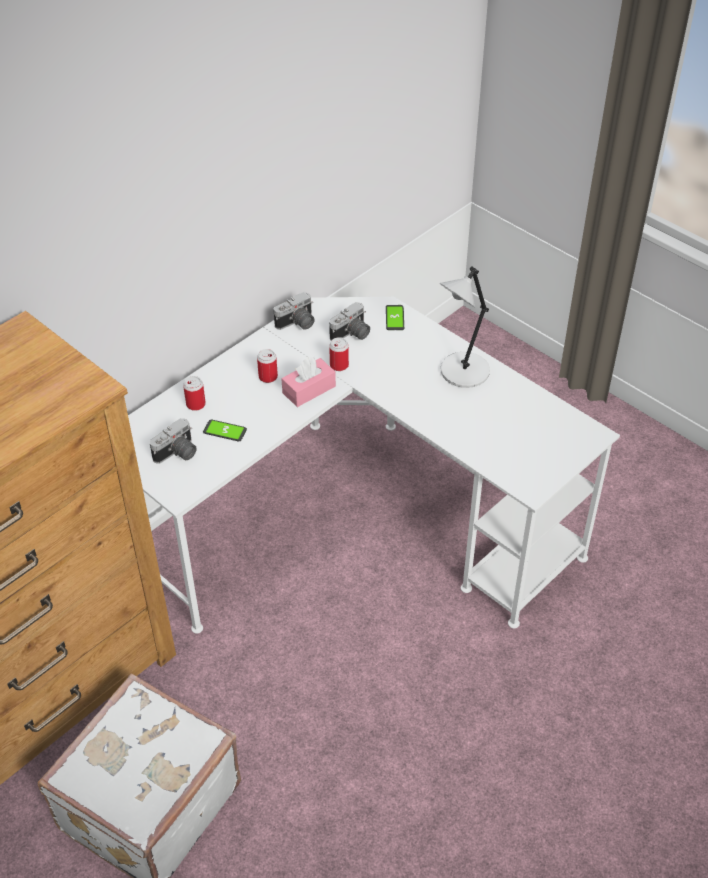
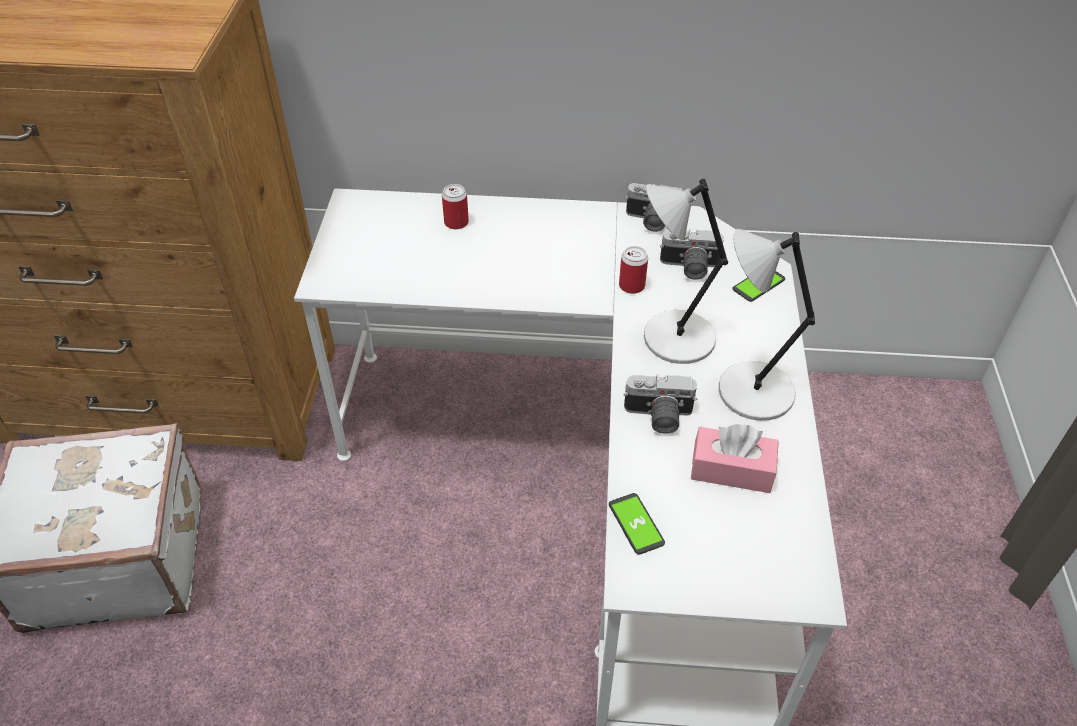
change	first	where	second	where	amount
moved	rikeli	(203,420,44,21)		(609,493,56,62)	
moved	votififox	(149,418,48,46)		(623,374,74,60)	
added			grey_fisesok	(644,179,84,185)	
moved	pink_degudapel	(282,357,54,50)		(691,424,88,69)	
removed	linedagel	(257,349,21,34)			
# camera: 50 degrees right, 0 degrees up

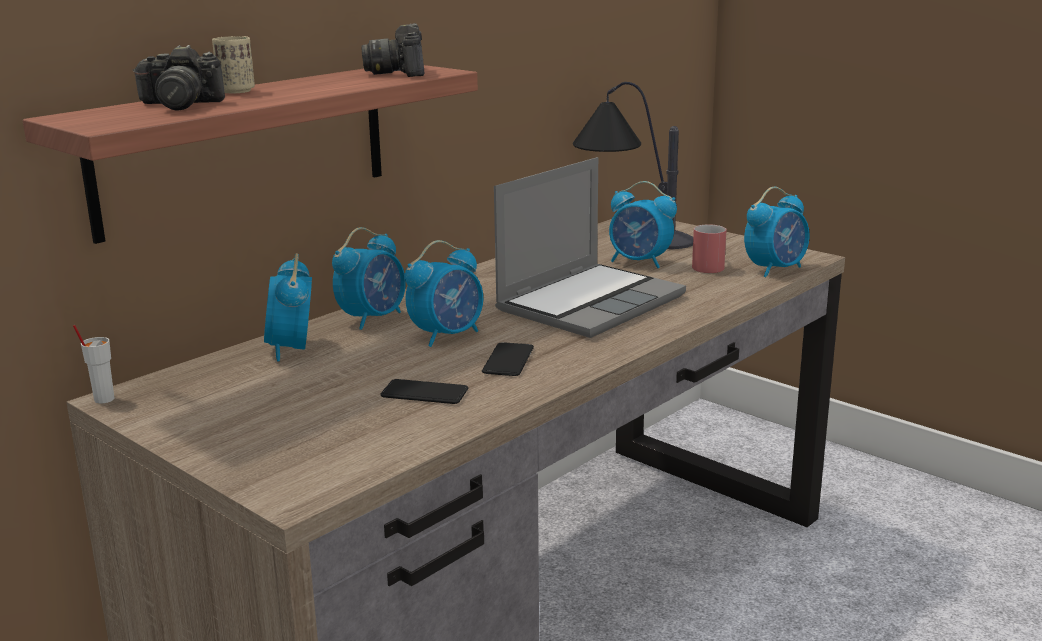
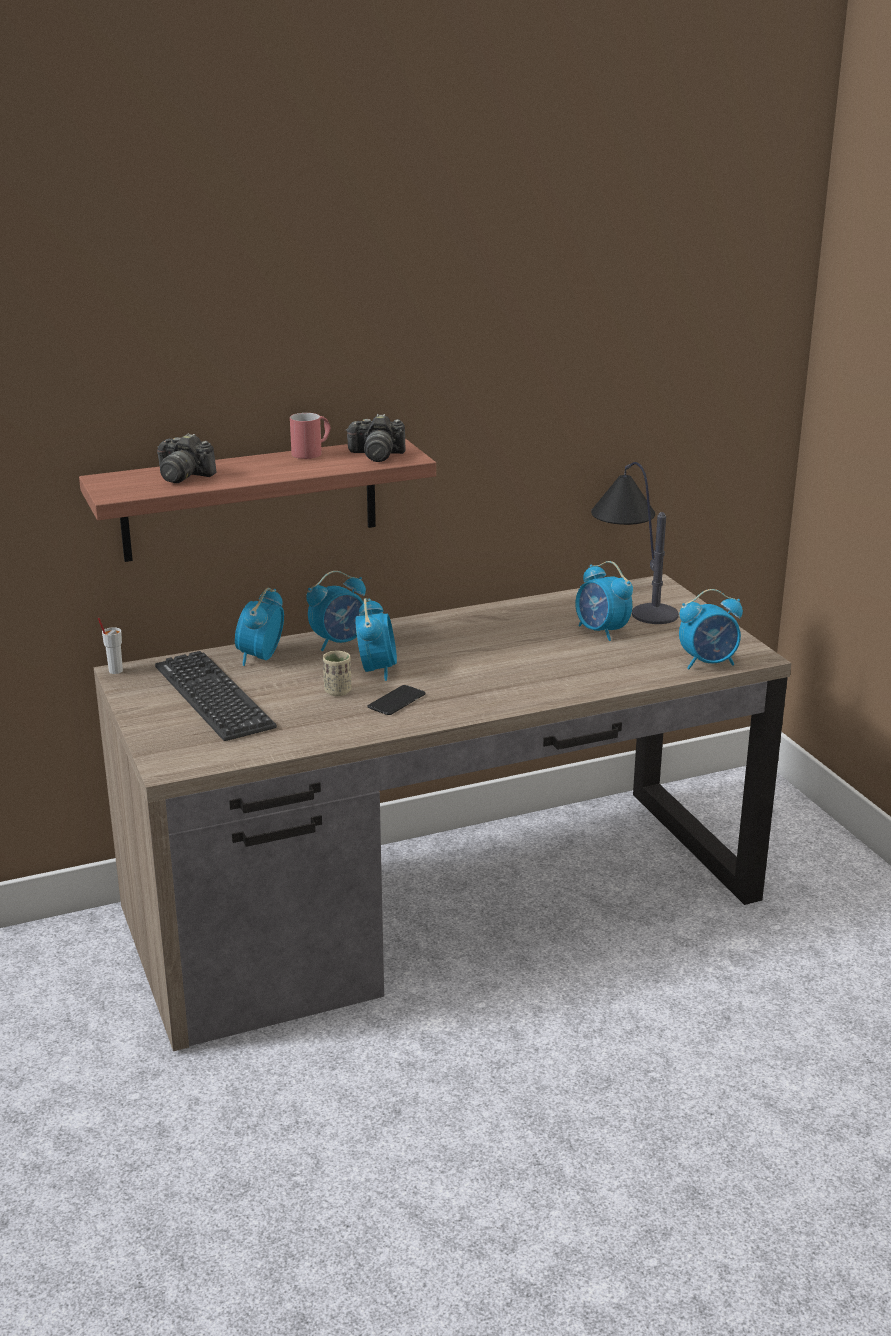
change	first	where	second	where	amount
added			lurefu	(155,651,122,90)	
moved	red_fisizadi	(692,224,35,49)		(290,413,41,46)	
moved	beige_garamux	(212,36,43,58)		(323,651,28,45)	
turned	votififox	(361,23,63,54)		(346,414,60,48)	105 degrees counterclockwise
turned	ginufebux	(405,240,78,107)		(356,598,41,83)	75 degrees counterclockwise
removed	rikeli	(380,379,88,25)			
removed	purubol	(494,157,192,181)			
# camera: 25 degrees right, 5 degrees up

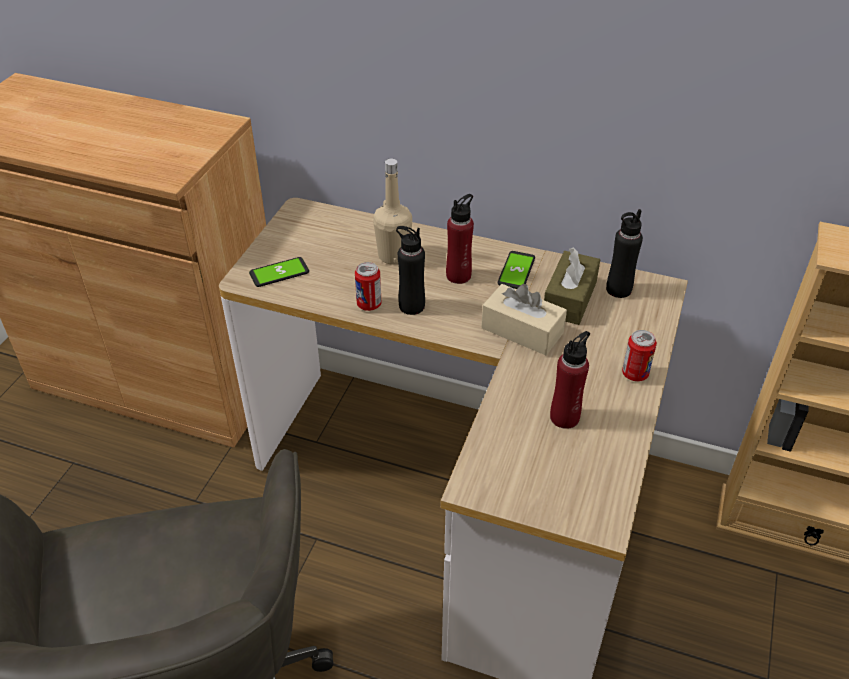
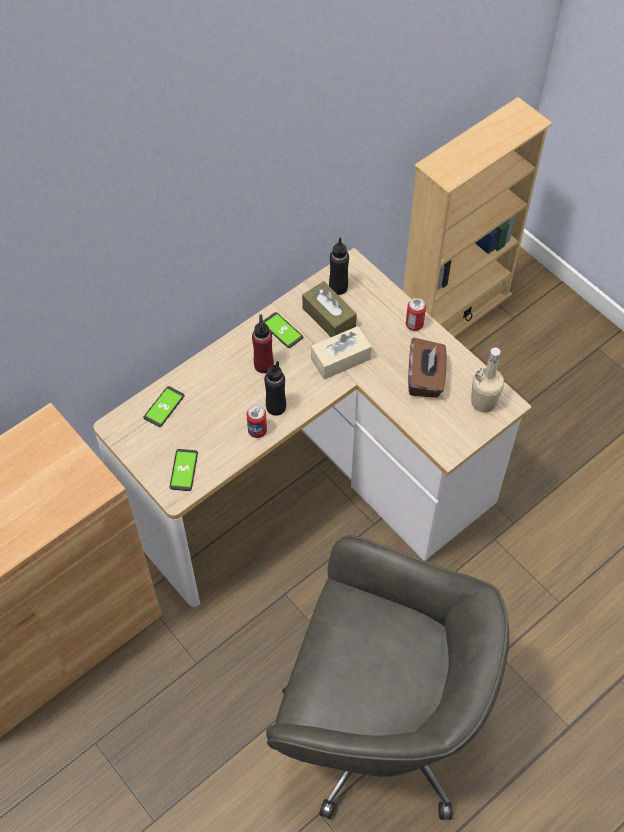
change	first	where	second	where	amount
added			rikeli	(144,386,41,41)	
replaced	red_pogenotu	(550,331,40,98)	brown_degudapel	(408,338,39,60)	
moved	beige_pogenotu	(373,159,39,106)		(471,348,33,64)	
# camera: 60 degrees left, 15 degrees up

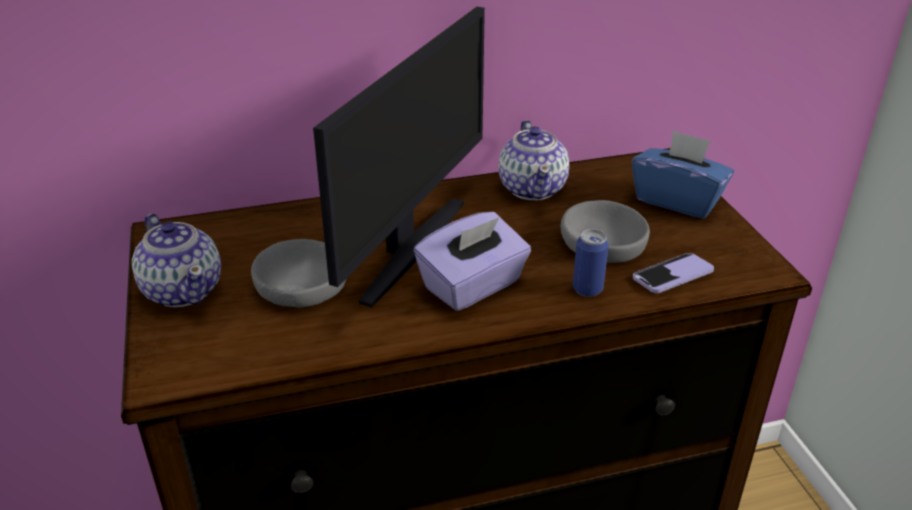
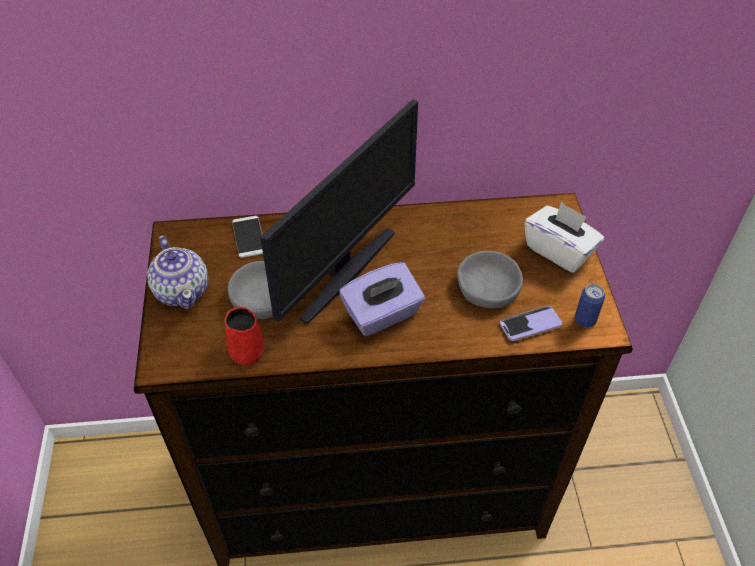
change	first	where	second	where	amount
added			red_fisizadi	(224,307,41,58)	
added			rikeli	(232,216,31,42)	
recoloured	blue_degudapel	(632,130,102,89)	white_degudapel	(524,202,80,71)	
moved	linedagel	(573,229,36,68)		(575,284,30,43)	
removed	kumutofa	(499,120,70,80)			
# camera: 10 degrees right, 15 degrees up

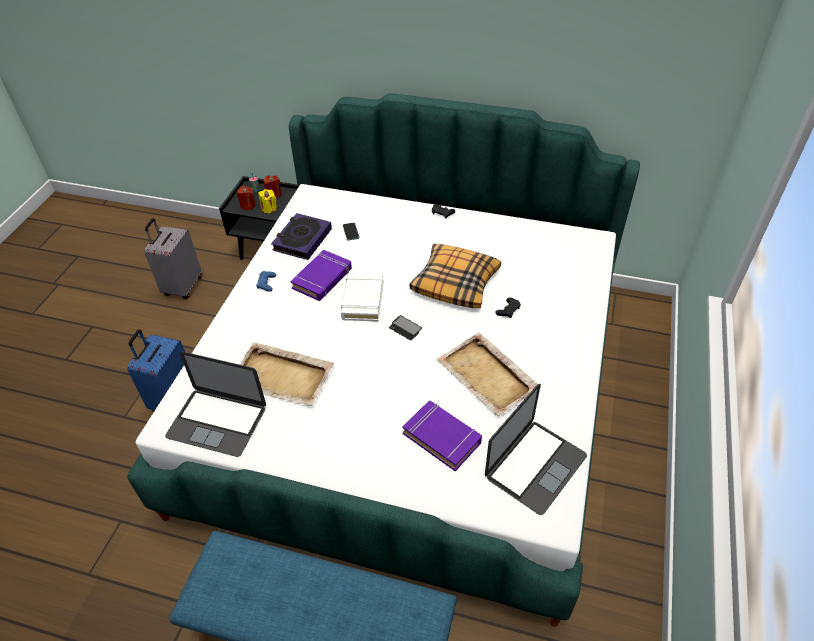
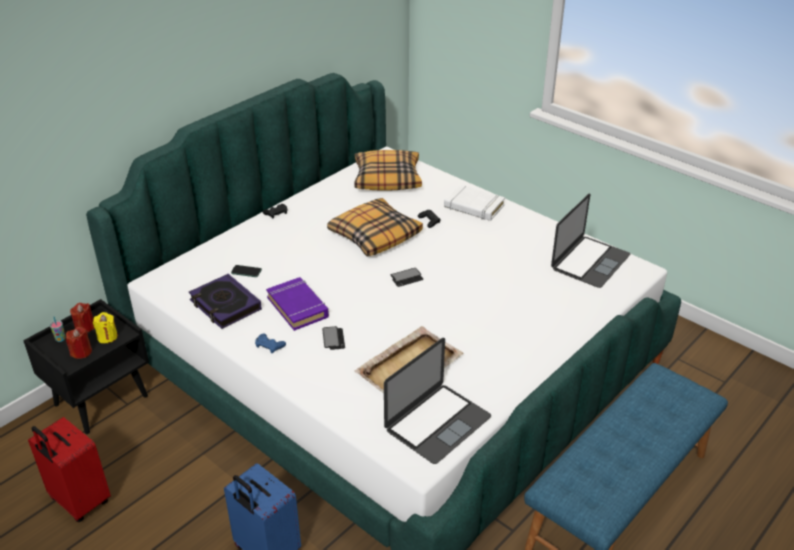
change	first	where	second	where	amount
recoloured	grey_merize	(144,218,58,81)	red_merize	(28,417,83,105)	
added			rikeli	(322,326,23,24)	
added			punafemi	(354,150,68,41)	
moved	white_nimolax	(341,273,42,48)		(444,184,61,37)	
turned	purubol	(485,384,102,131)		(551,194,79,94)	60 degrees clockwise
removed	purple_nimolax	(402,401,80,70)			
removed	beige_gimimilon	(436,332,105,85)			
# camera: 65 degrees left, 10 degrees down

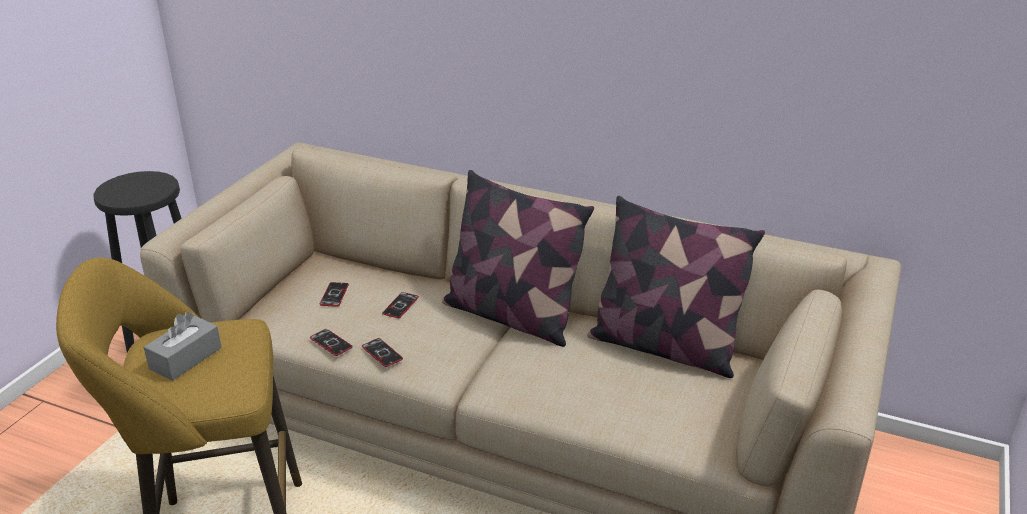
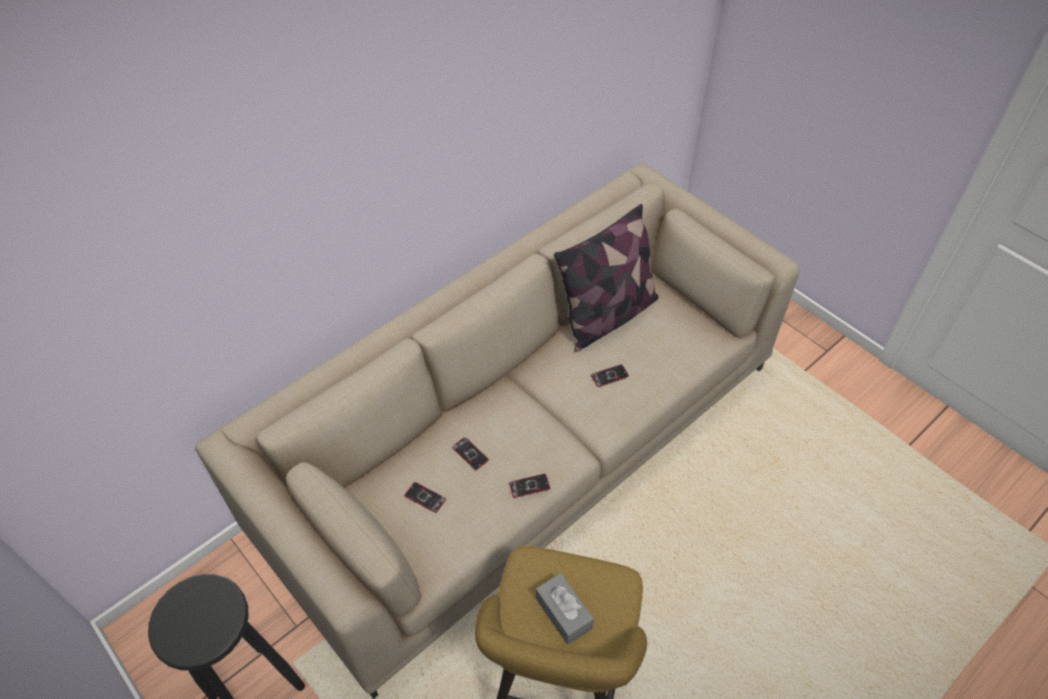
change	first	where	second	where	amount
moved	rikeli	(310,329,43,27)		(591,364,38,23)	
removed	punafemi	(442,170,152,177)			
# camera: 65 degrees left, 20 degrees up

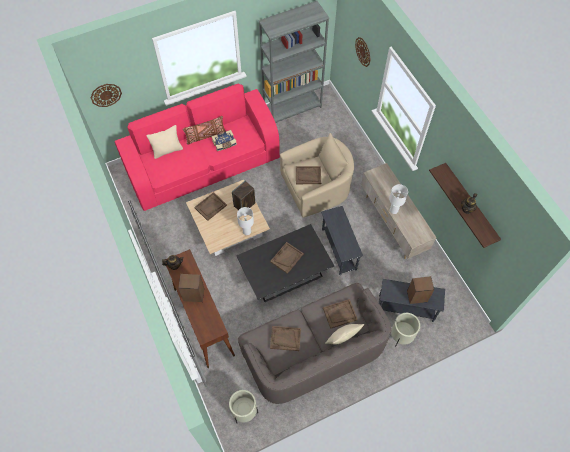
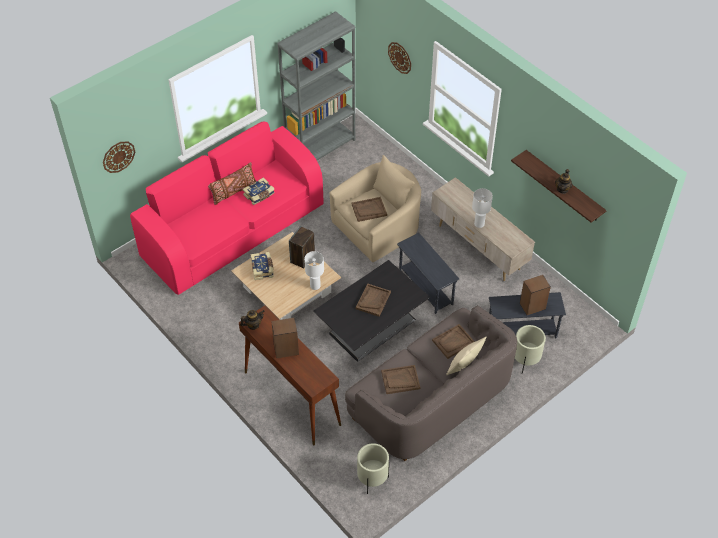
change	first	where	second	where	amount
replaced	brown_gimimilon	(194,192,33,29)	nimolax	(250,252,24,28)	
removed	beige_punafemi	(146,125,37,34)			
# camera: 15 degrees left, 10 degrees down

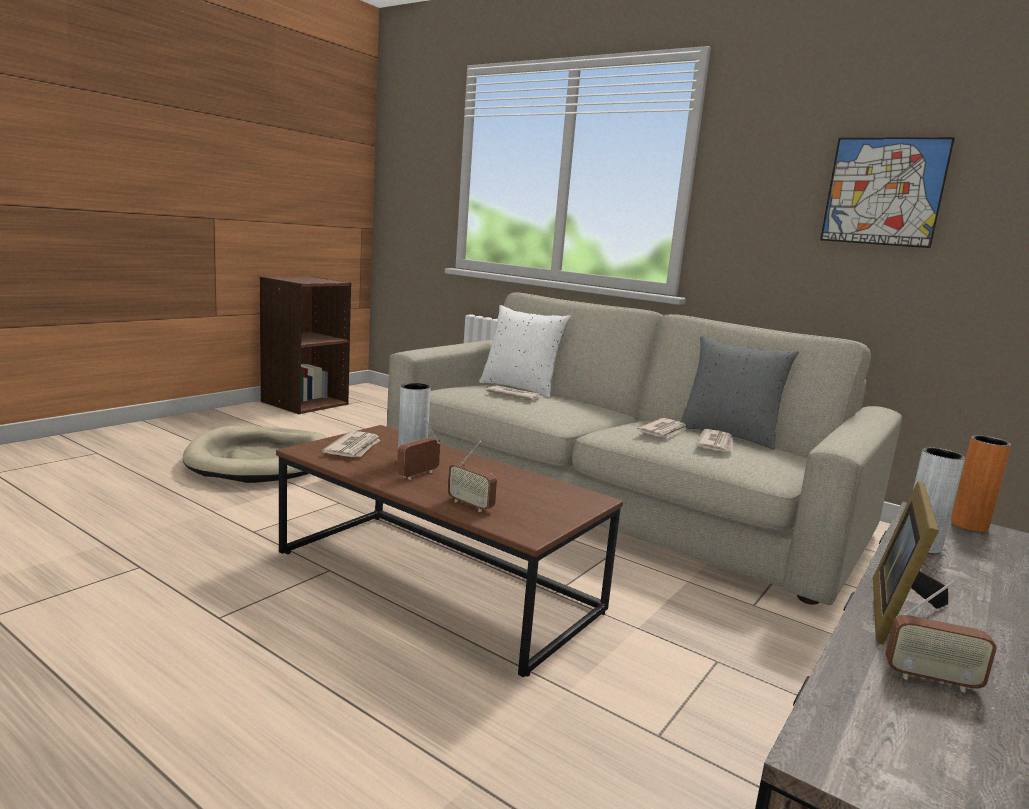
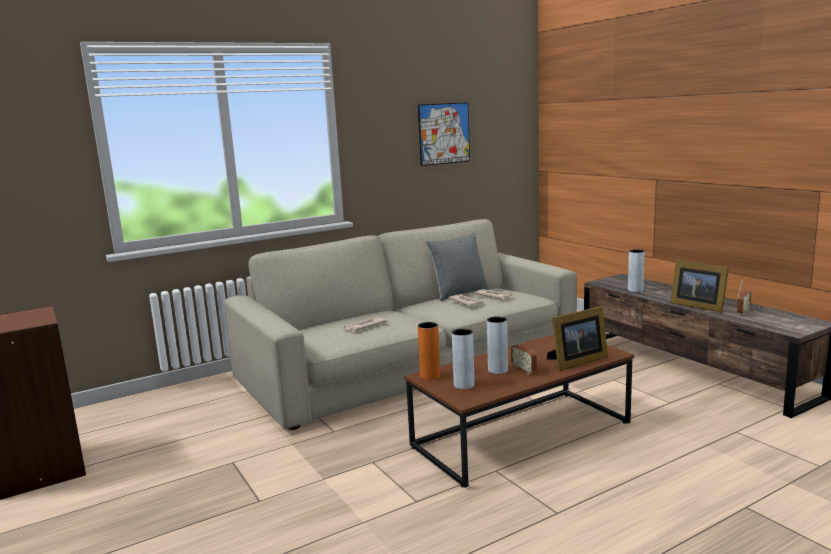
change	first	where	second	where	amount
moved	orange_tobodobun	(951,436,60,96)		(418,322,22,58)	
replaced	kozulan	(322,431,58,26)	grey_tobodobun	(452,329,23,60)	
replaced	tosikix	(447,441,50,71)	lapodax	(547,306,61,65)	
removed	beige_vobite	(183,426,143,57)			
removed	white_punafemi	(479,305,92,92)			
# camera: 65 degrees left, 0 degrees up

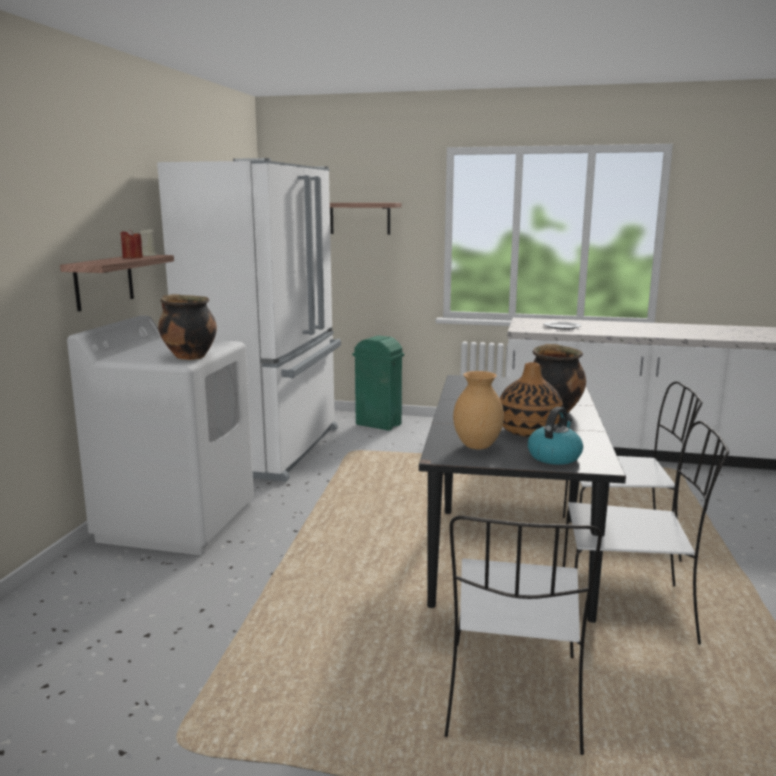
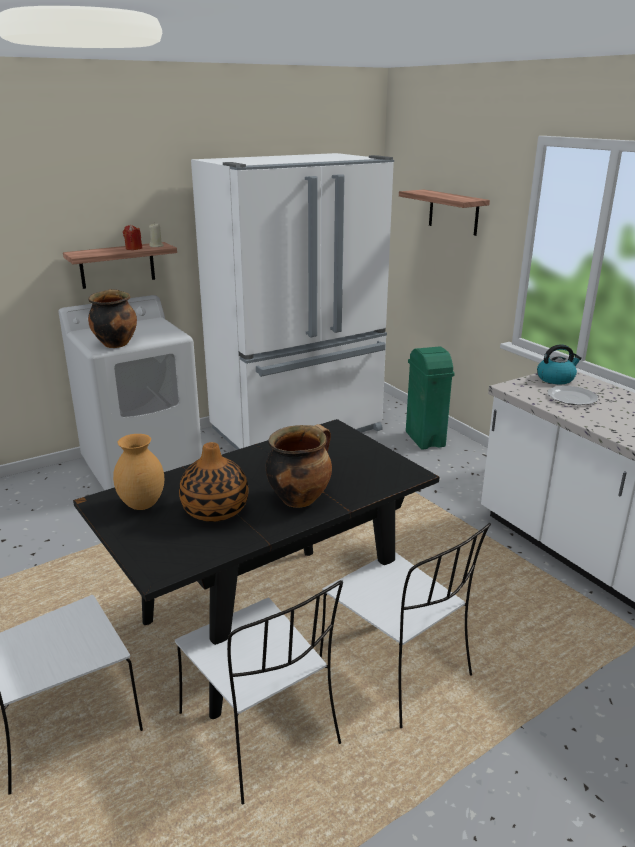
change	first	where	second	where	amount
moved	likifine	(528,407,55,58)		(537,344,45,40)	
# camera: 45 degrees right, 10 degrees up

